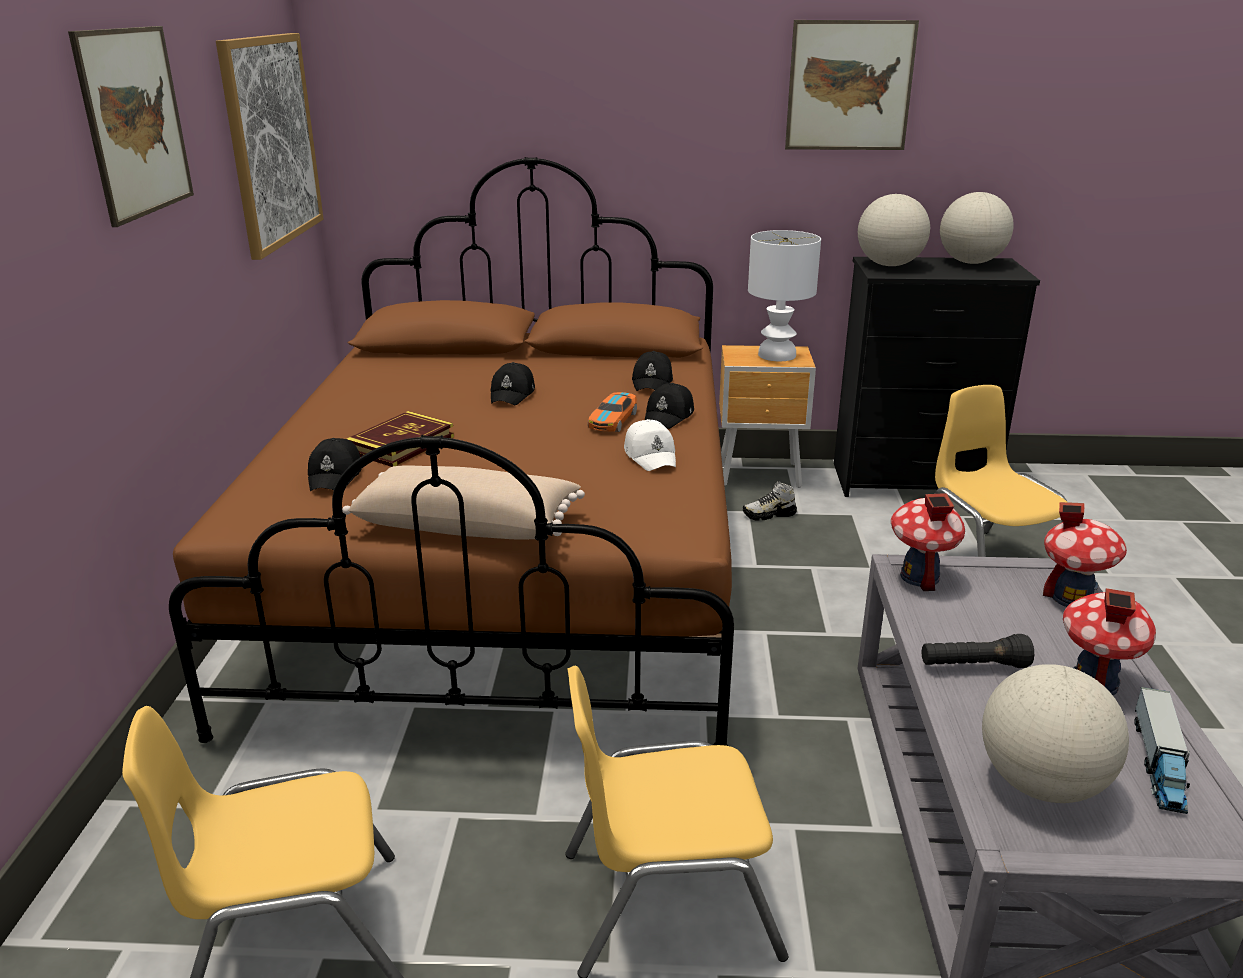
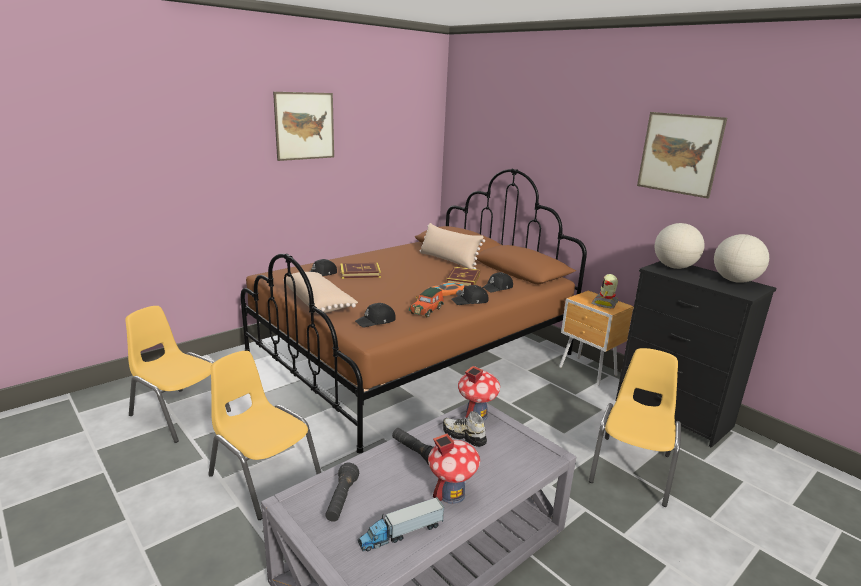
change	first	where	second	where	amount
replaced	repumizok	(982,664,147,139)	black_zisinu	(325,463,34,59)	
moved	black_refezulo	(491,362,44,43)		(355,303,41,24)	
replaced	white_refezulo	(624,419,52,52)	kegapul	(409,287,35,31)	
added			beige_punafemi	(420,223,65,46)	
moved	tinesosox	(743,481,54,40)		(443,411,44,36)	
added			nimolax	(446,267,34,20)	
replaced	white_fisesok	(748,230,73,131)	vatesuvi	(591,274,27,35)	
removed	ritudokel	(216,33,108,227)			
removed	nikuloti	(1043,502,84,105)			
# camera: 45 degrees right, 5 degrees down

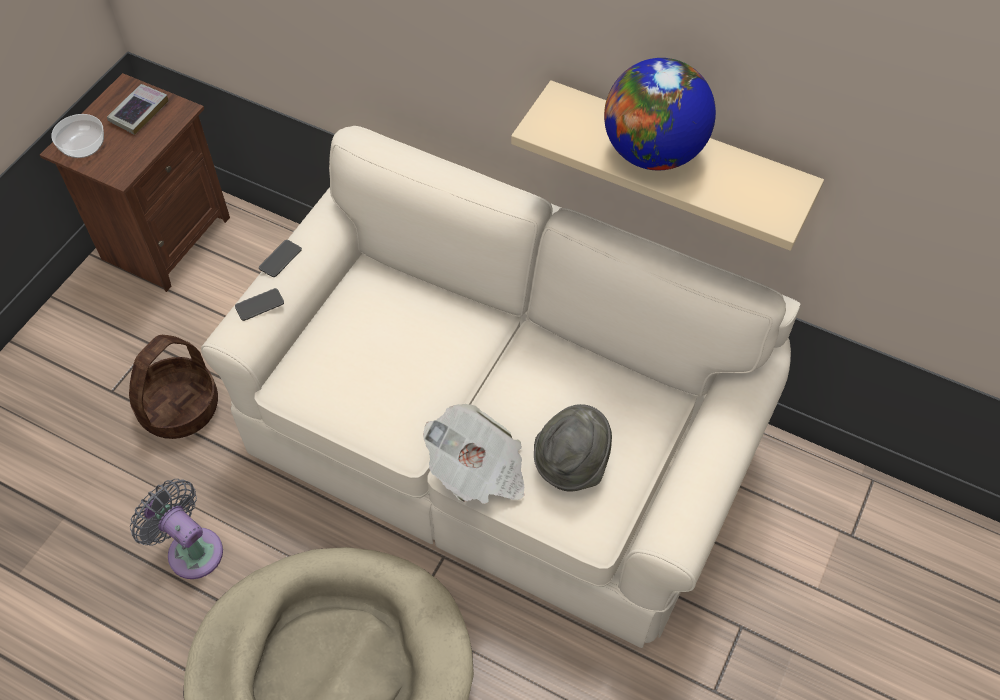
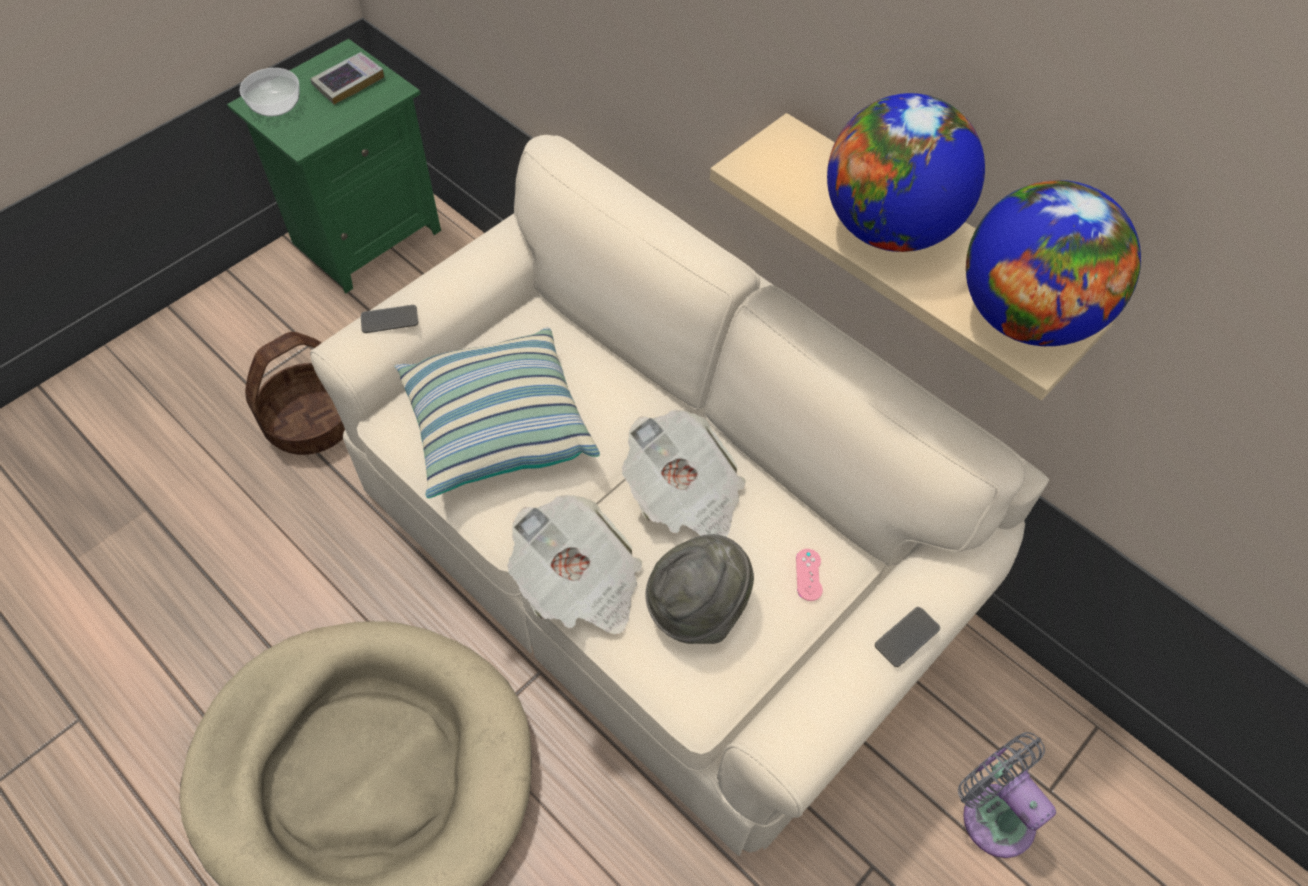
change	first	where	second	where	amount
recoloured	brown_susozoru	(40,73,190,219)	green_susozoru	(227,39,214,254)	
added			punafemi	(395,327,205,171)	
added			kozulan	(622,410,124,127)	
added			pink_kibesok	(796,549,27,52)	
moved	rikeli	(259,240,43,37)		(875,607,65,60)	
moved	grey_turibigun	(130,479,93,100)		(958,732,98,126)	
added			repumizok	(966,180,175,166)	
# camera: 15 degrees right, 0 degrees up

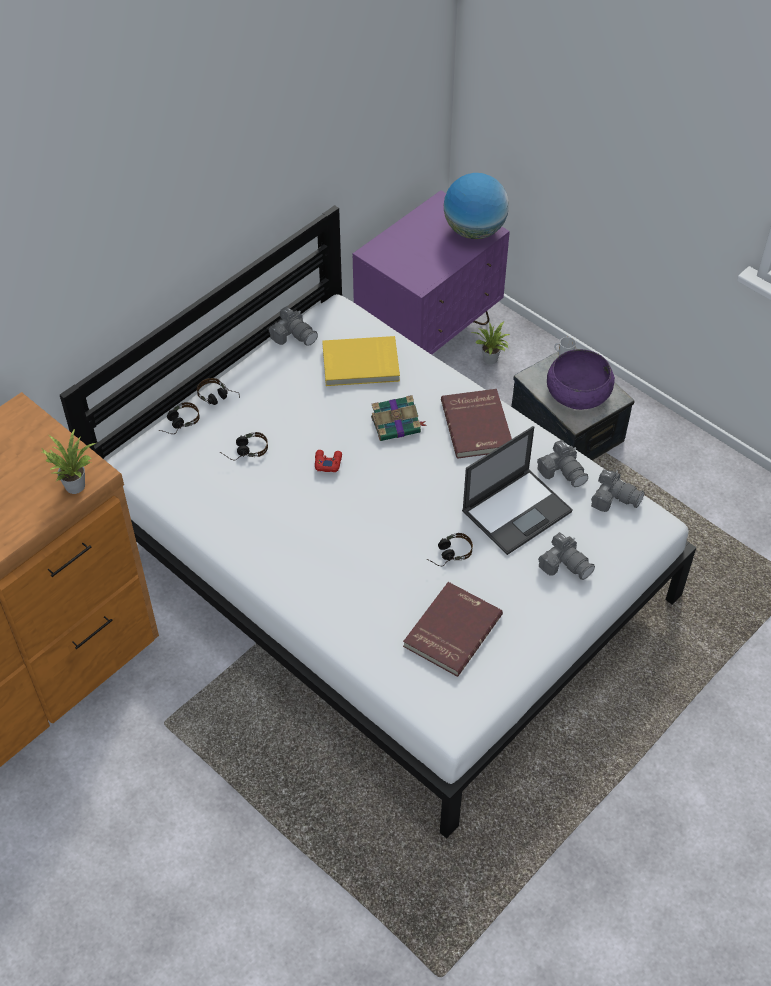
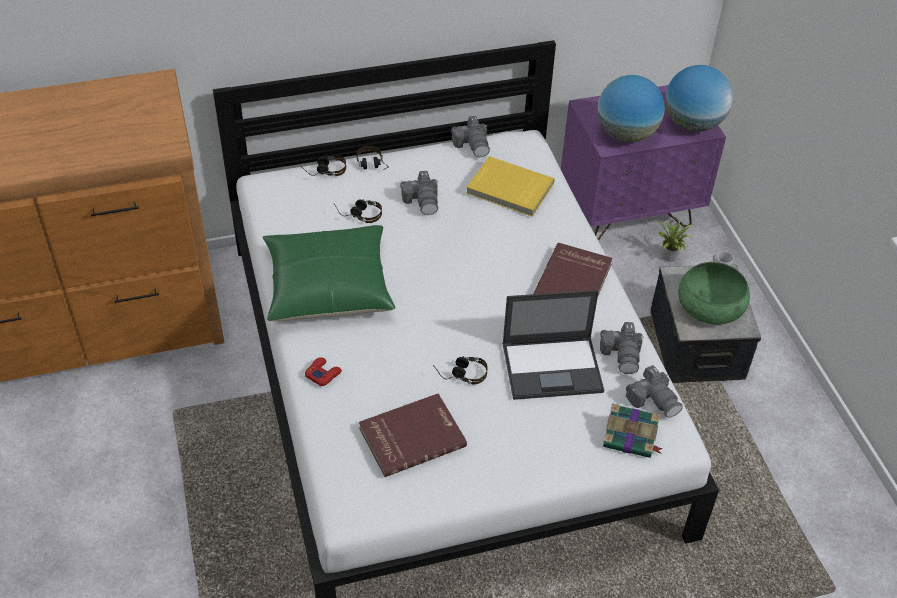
change	first	where	second	where	amount
added			green_punafemi	(263,225,132,96)	
moved	red_kibesok	(315,450,27,22)		(305,357,37,29)	
moved	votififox	(538,532,57,48)		(400,171,38,44)	
added			repumizok	(597,75,68,67)	
moved	nimolax	(371,395,55,46)		(603,403,60,55)	
recoloured	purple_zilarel	(547,349,68,61)	green_zilarel	(678,262,72,63)	
removed	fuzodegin	(42,428,54,66)			
# camera: 30 degrees right, 5 degrees down

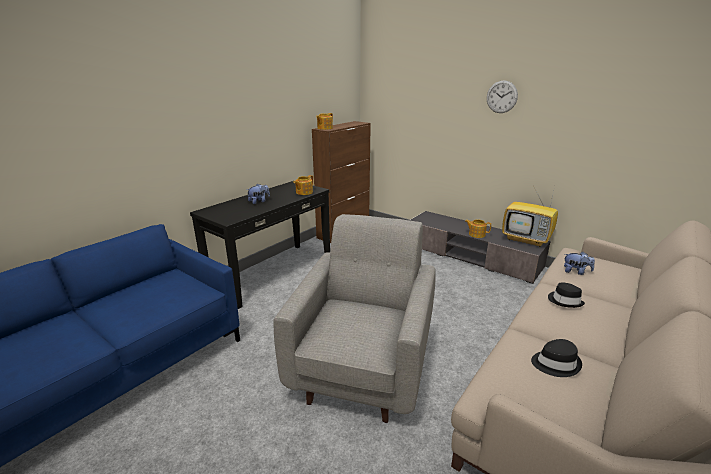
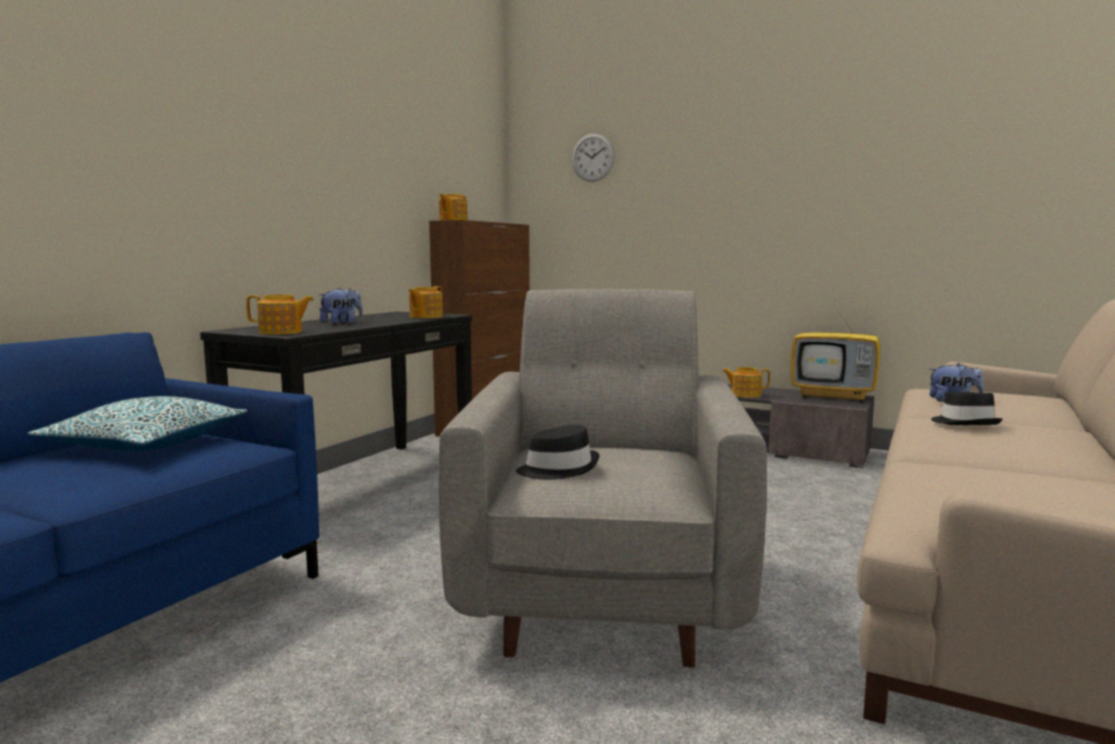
change	first	where	second	where	amount
added			punafemi	(28,396,220,55)	
added			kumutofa	(246,294,68,40)	
moved	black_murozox	(531,339,51,38)		(516,425,84,55)	
moved	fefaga	(487,81,31,32)		(572,134,43,48)	
# camera: 10 degrees left, 15 degrees down

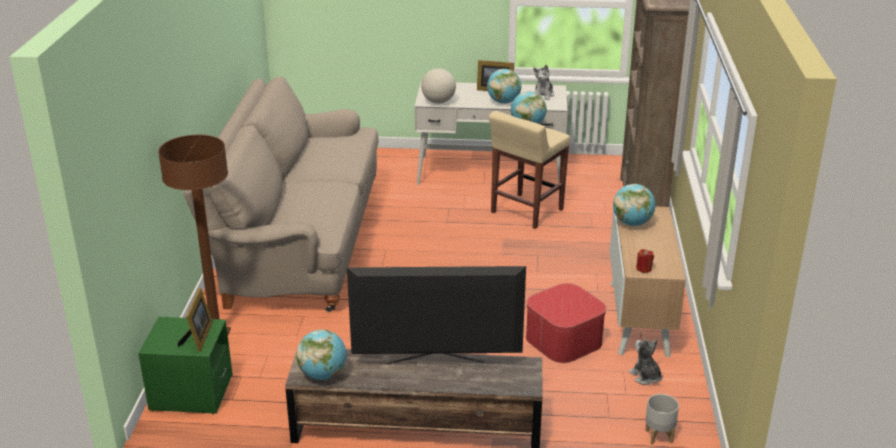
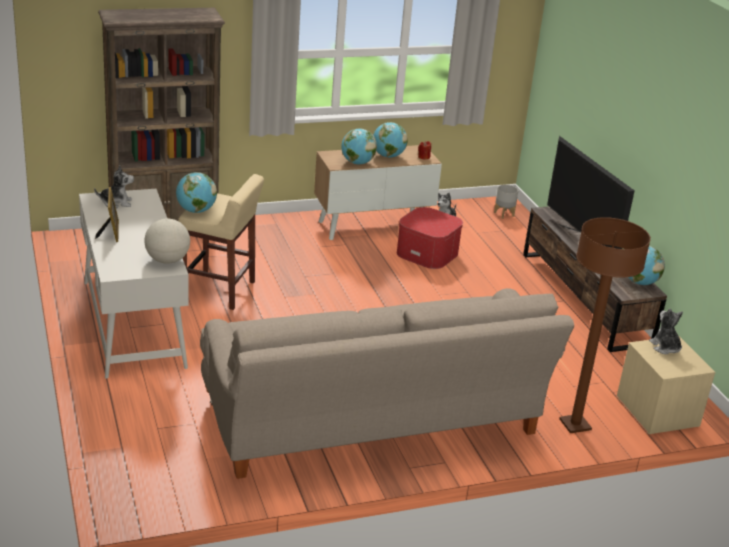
change	first	where	second	where	amount
moved	repumizok	(487,69,35,35)		(373,122,35,36)	
recoloured	green_susozoru	(138,317,95,97)	beige_susozoru	(617,336,98,98)	
replaced	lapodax	(178,288,35,64)	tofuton	(649,309,34,45)	
# camera: 115 degrees left, 0 degrees up

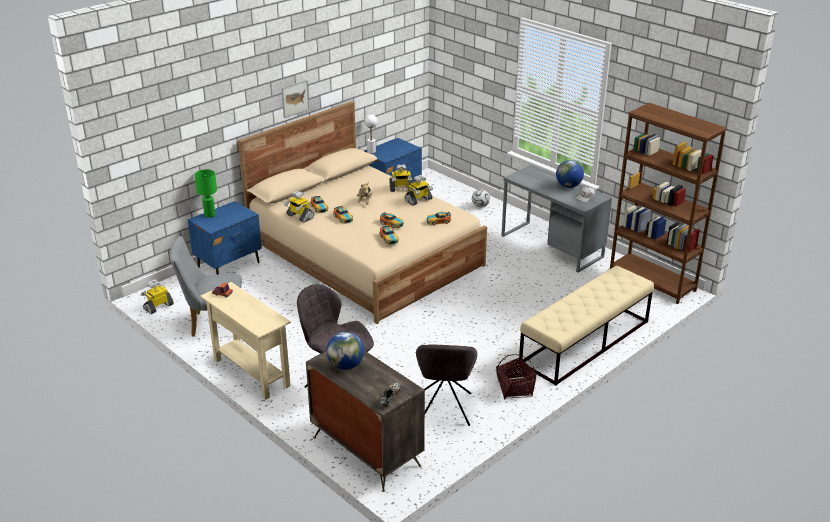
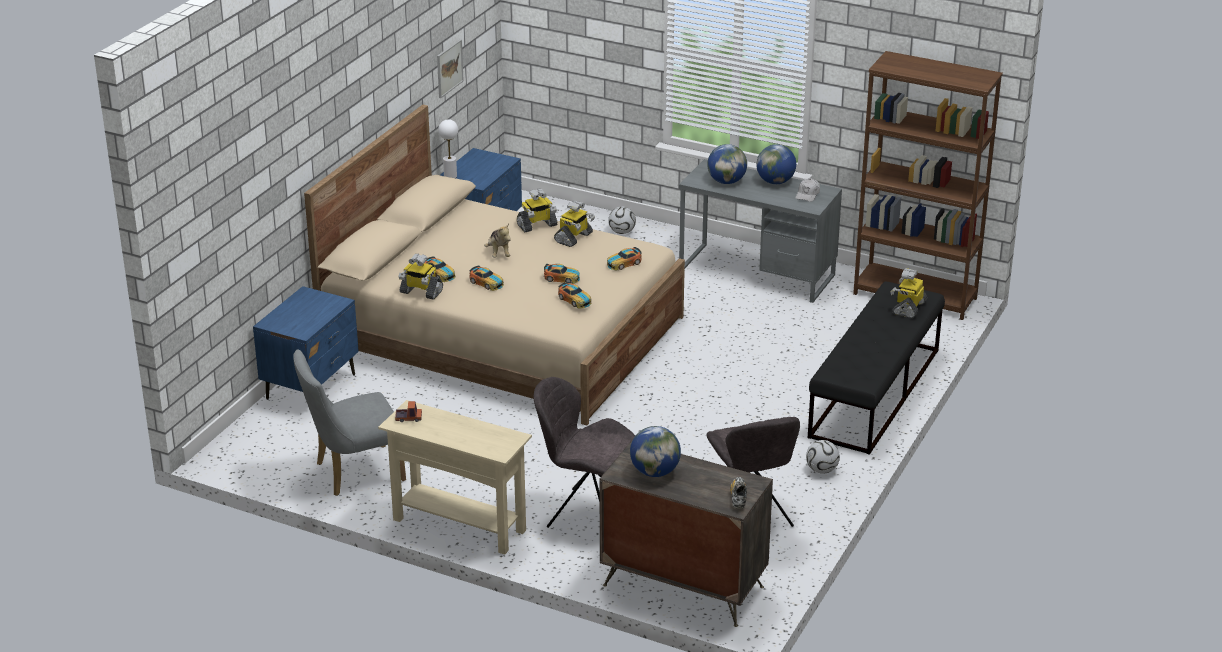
change	first	where	second	where	amount
moved	ritudokel	(281,80,28,38)		(437,39,27,59)	
added			repumizok	(707,144,40,40)	
replaced	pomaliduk	(496,354,41,46)	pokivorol	(806,440,34,34)	
recoloured	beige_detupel	(519,266,135,120)	black_detupel	(808,282,137,173)	
moved	vatesuvi	(141,280,33,34)		(891,268,36,50)	
removed	green_fisesok	(194,169,23,49)			
# camera: 20 degrees left, 0 degrees up

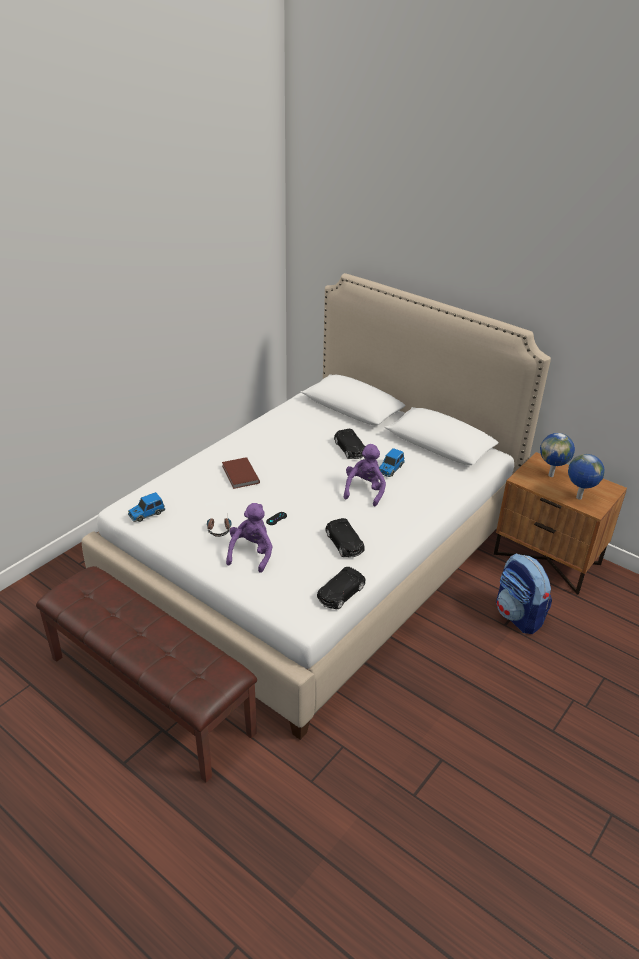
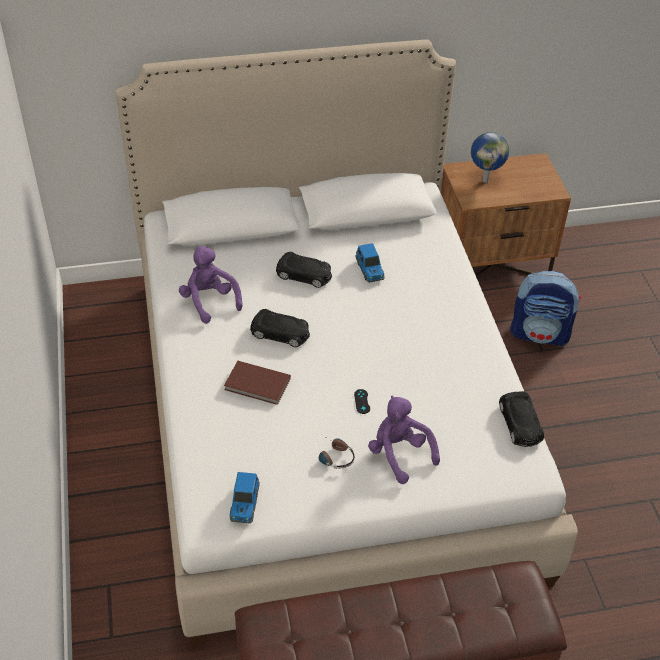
change	first	where	second	where	amount
moved	purple_tofuton	(344,444,42,62)		(179,246,64,78)	
moved	black_kegapul	(326,518,39,39)		(250,309,60,38)	
removed	repumizok	(568,454,37,46)			
# camera: 50 degrees left, 10 degrees up

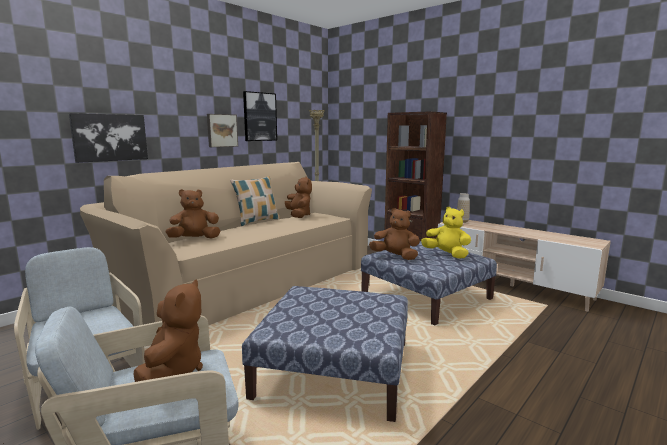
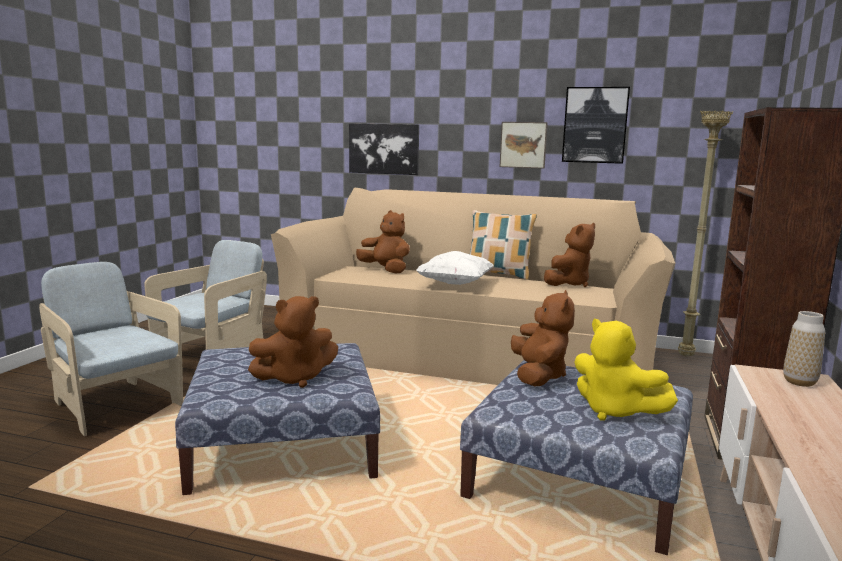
change	first	where	second	where	amount
moved	brown_tofuton	(133,280,70,102)		(248,296,90,92)	
added			white_punafemi	(416,251,78,34)	
turned	yellow_tofuton	(421,207,50,51)		(574,319,104,102)	120 degrees clockwise
# camera: 65 degrees right, 0 degrees up

